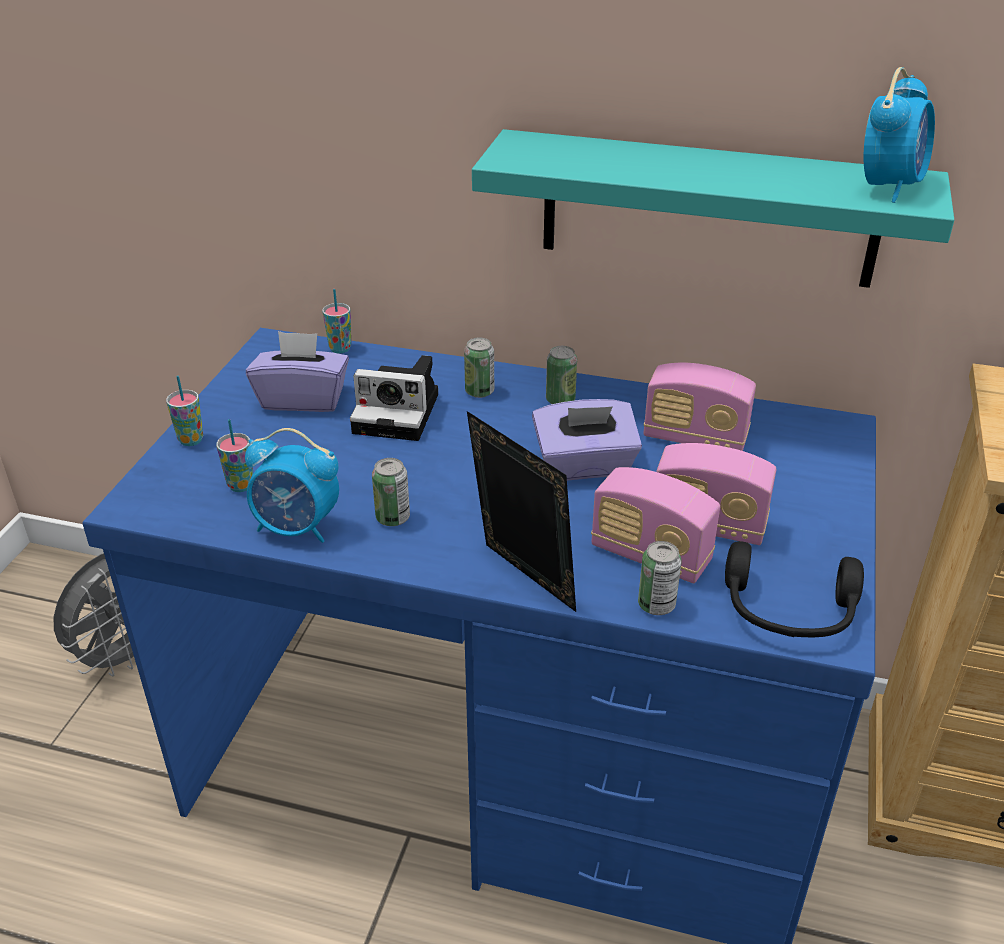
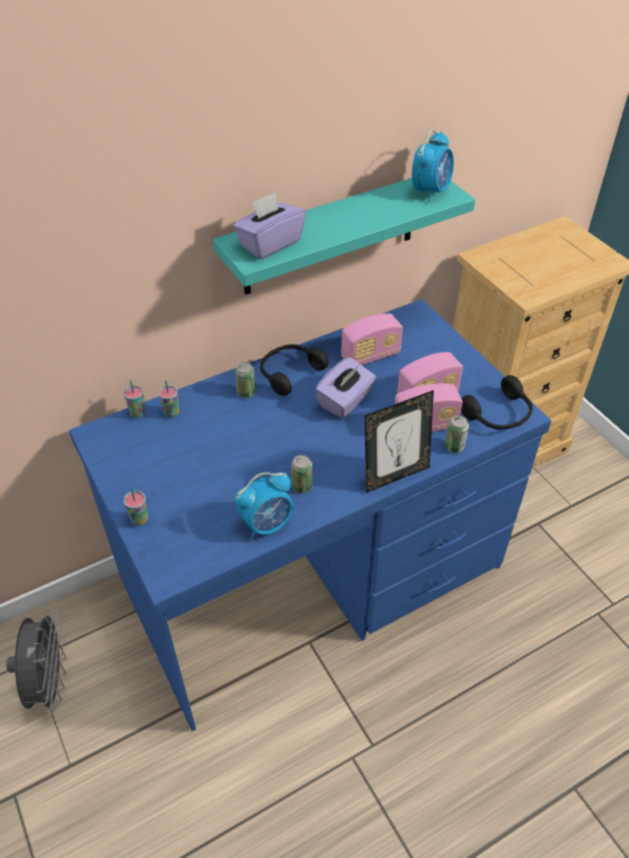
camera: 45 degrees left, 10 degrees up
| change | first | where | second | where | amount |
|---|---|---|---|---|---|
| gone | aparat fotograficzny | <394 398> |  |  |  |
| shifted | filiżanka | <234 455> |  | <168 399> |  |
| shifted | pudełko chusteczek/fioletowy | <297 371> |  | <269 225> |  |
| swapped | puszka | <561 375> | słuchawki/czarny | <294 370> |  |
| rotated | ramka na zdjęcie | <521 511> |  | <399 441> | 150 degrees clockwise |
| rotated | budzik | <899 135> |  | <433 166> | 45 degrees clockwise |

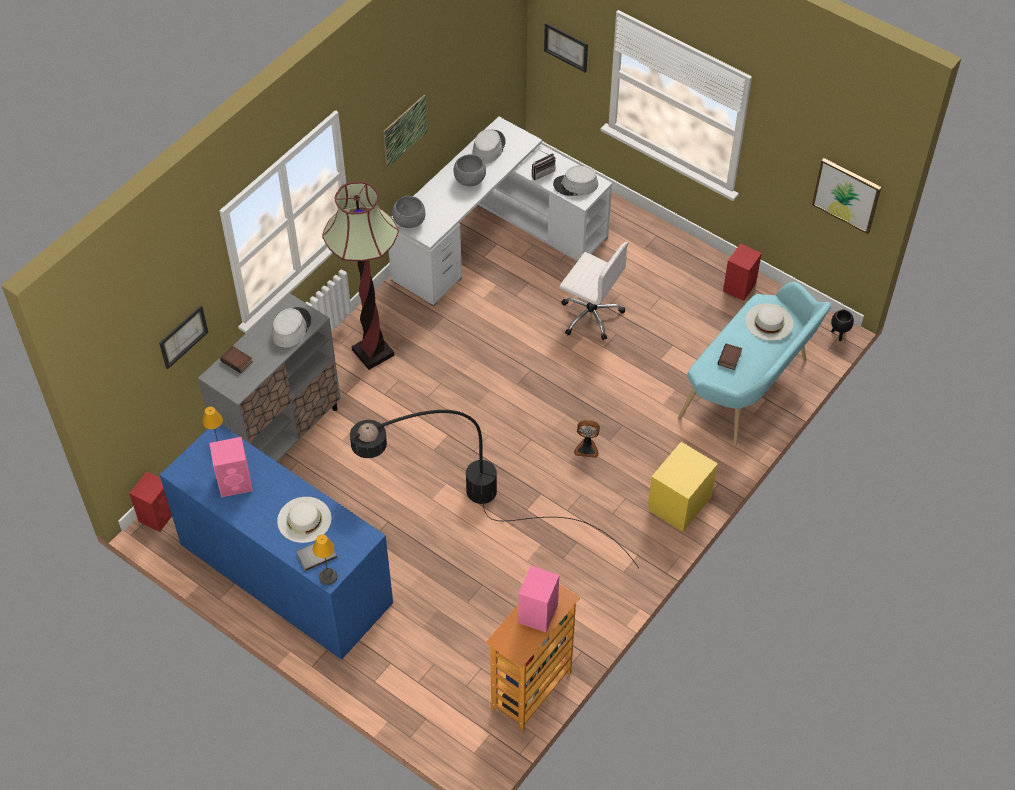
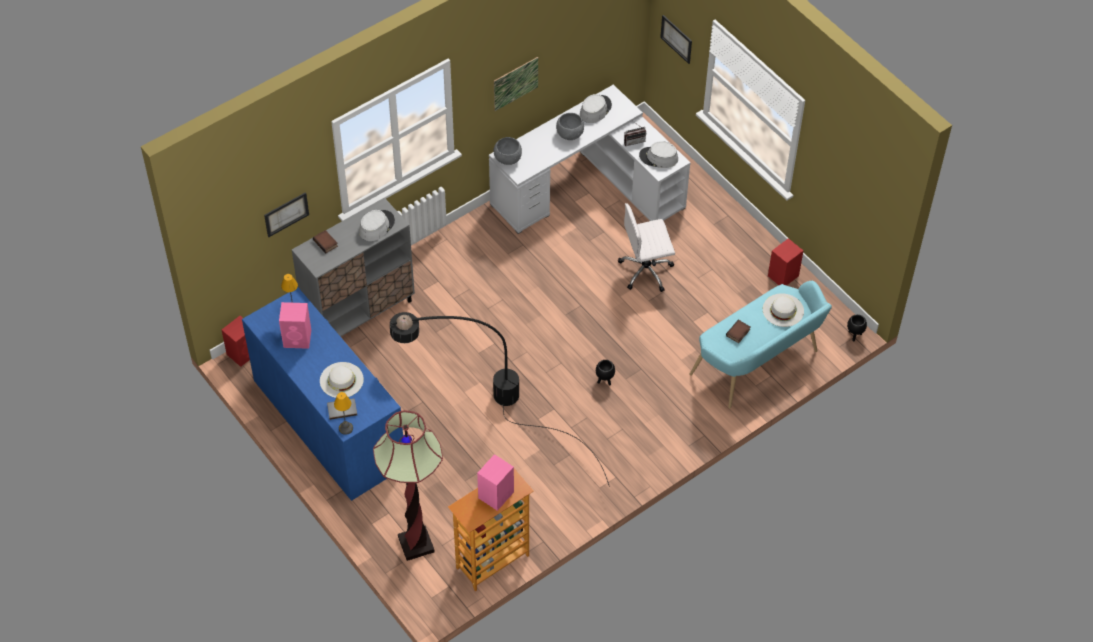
camera: 15 degrees right, 0 degrees up
| change | first | where | second | where | amount |
|---|---|---|---|---|---|
| gone | szafka nocna/żółty | <683 487> |  |  |  |
| gone | obraz | <846 196> |  |  |  |
| shifted | lampa stojąca | <360 275> |  | <408 485> |  |
| swapped | wentylator | <587 439> | donica/czarny | <605 372> |  |
| rotated | krzesło biurowe/biały | <593 291> |  | <646 247> | 120 degrees clockwise |

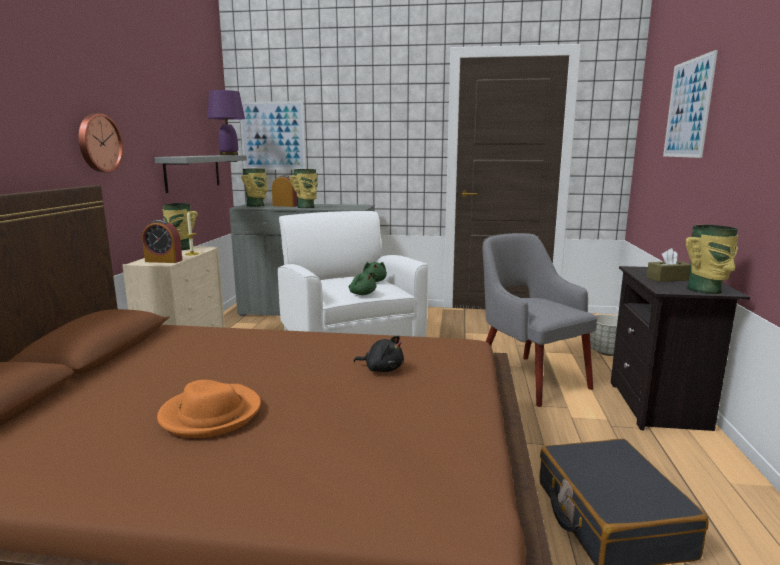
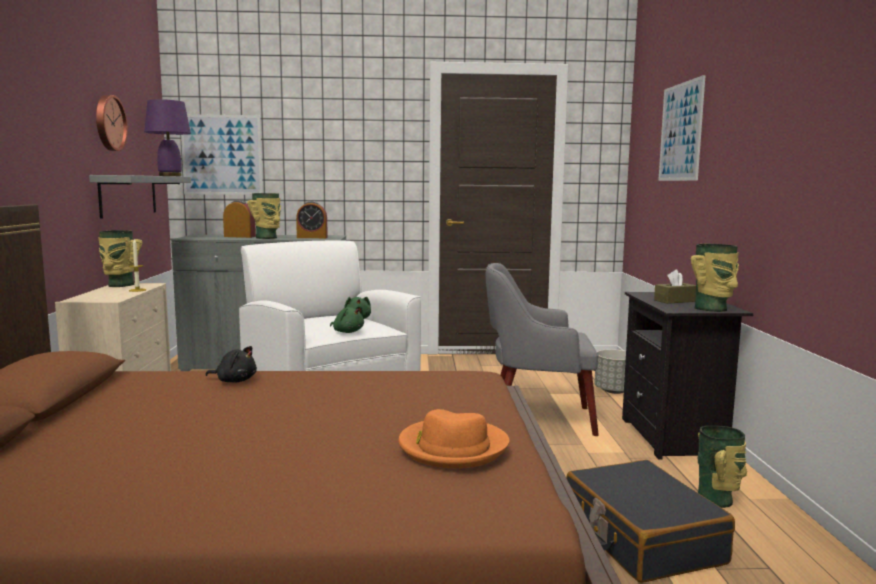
camera: 10 degrees left, 5 degrees down
| change | first | where | second | where | amount |
|---|---|---|---|---|---|
| shifted | zegar ścienny | <100 143> |  | <112 123> |  |
| shifted | budzik | <162 241> |  | <312 219> |  |
| shifted | kapelusz/pomarańczowy | <209 409> |  | <453 438> |  |
| shifted | wazon | <255 187> |  | <722 467> |  |
| shifted | pluszak/czarny | <378 354> |  | <231 364> |  |
| rotated | fotel/szary | <540 320> |  | <542 349> | 45 degrees counterclockwise |

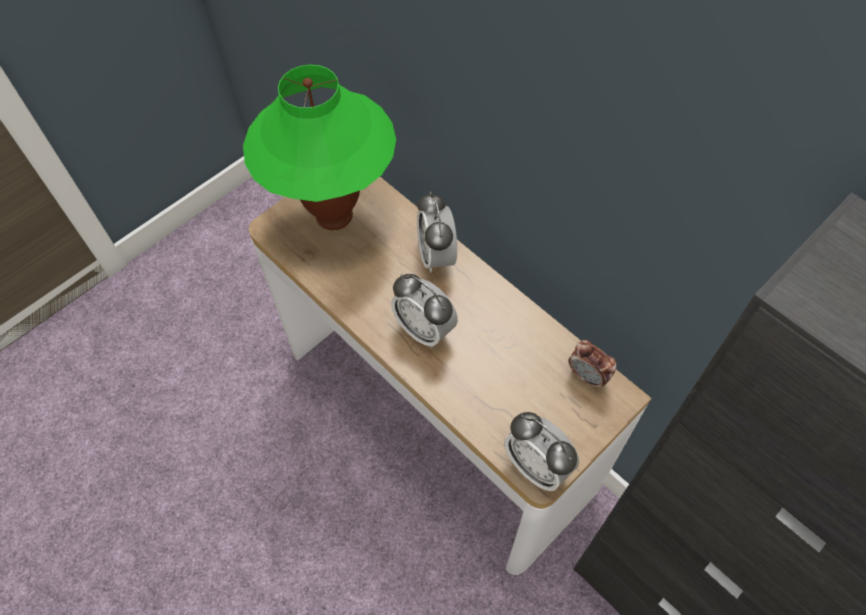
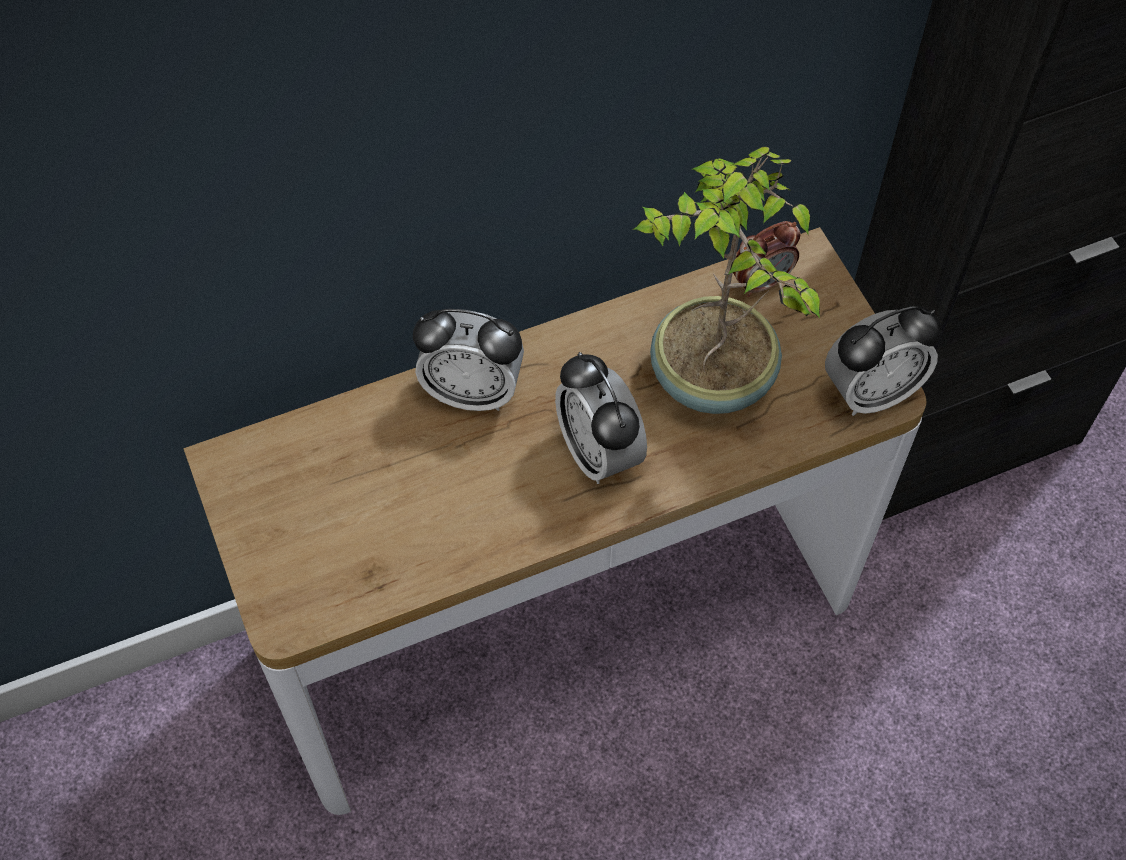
camera: 70 degrees left, 0 degrees up
| change | first | where | second | where | amount |
|---|---|---|---|---|---|
| gone | lampa stołowa/zielony | <319 147> |  |  |  |
| new |  |  | roślina doniczkowa | <727 280> |  |
| rotated | budzik | <424 311> |  | <601 418> | 90 degrees clockwise |

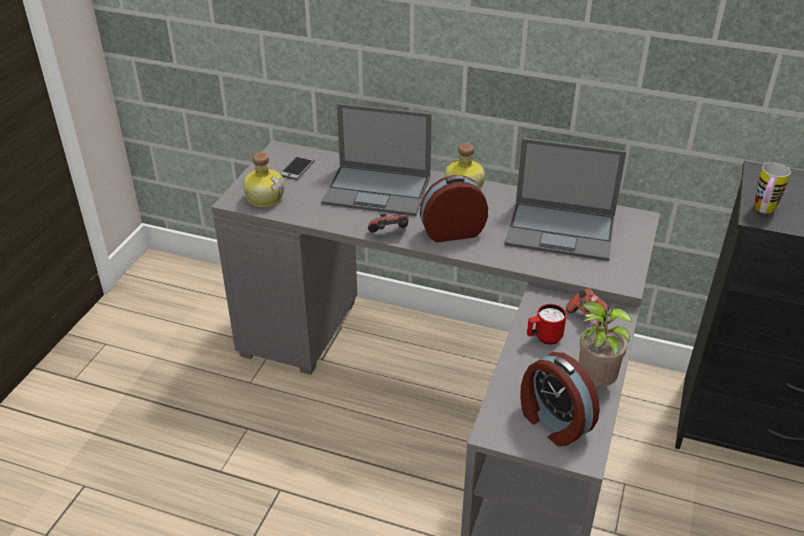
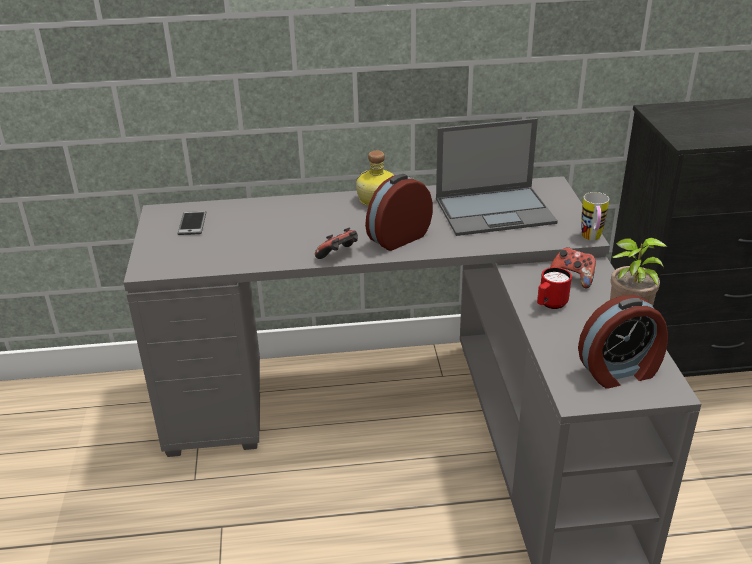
camera: 25 degrees left, 5 degrees down
| change | first | where | second | where | amount |
|---|---|---|---|---|---|
| gone | butelka | <263 180> |  |  |  |
| gone | laptop | <376 159> |  |  |  |
| shifted | kubek | <773 188> |  | <595 216> |  |
| rotated | budzik | <560 399> |  | <623 342> | 45 degrees counterclockwise |

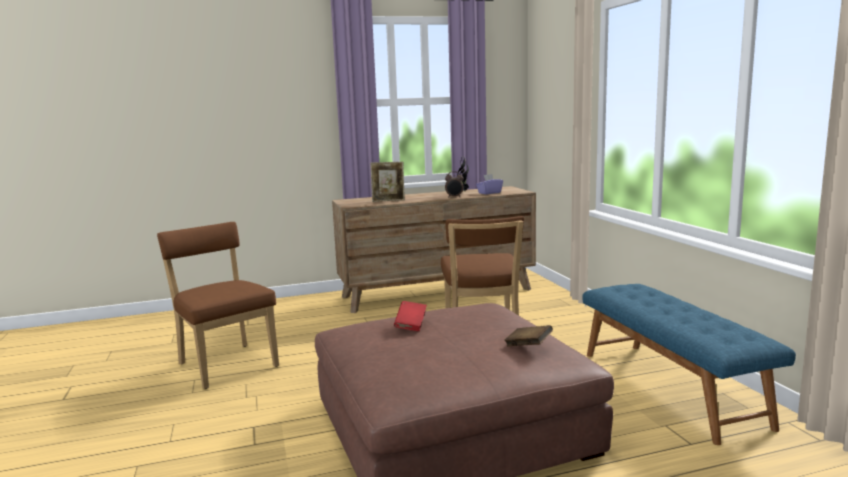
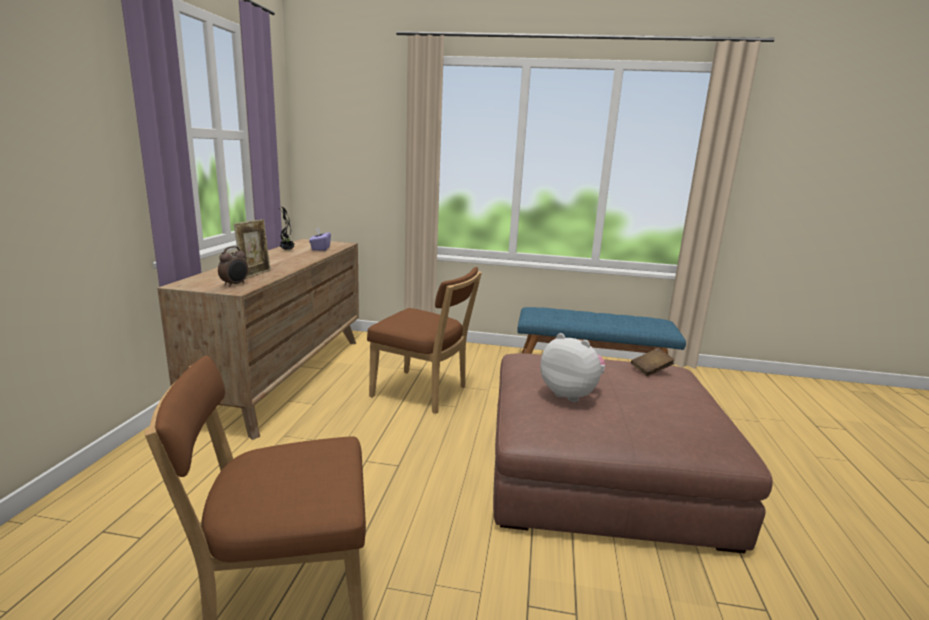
camera: 65 degrees left, 5 degrees up
| change | first | where | second | where | amount |
|---|---|---|---|---|---|
| shifted | budzik | <454 184> |  | <233 266> |  |
| swapped | książka/czerwony | <410 316> | pluszak | <573 367> |  |

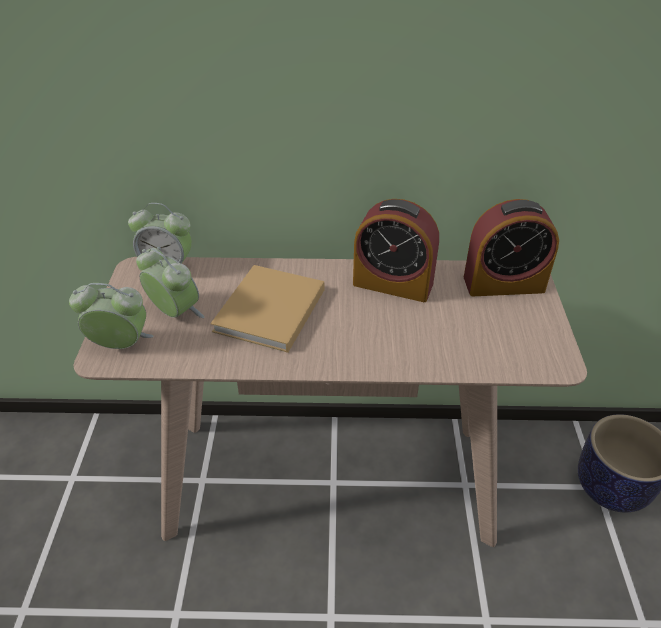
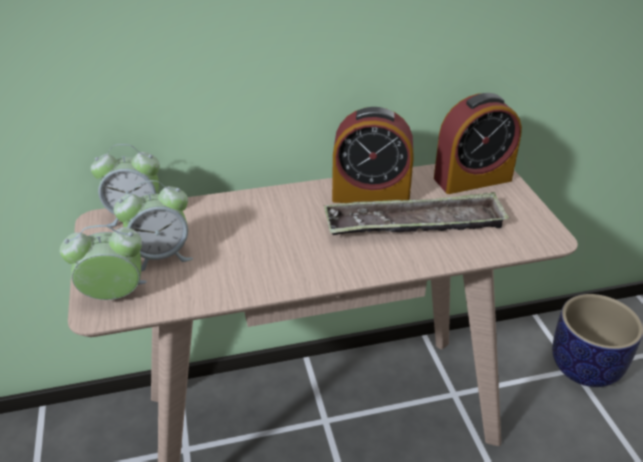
camera: 15 degrees left, 5 degrees down
| change | first | where | second | where | amount |
|---|---|---|---|---|---|
| gone | książka/beżowy | <267 309> |  |  |  |
| new |  |  | taca | <416 213> |  |
| rotated | budzik | <170 283> |  | <153 225> | 135 degrees clockwise |

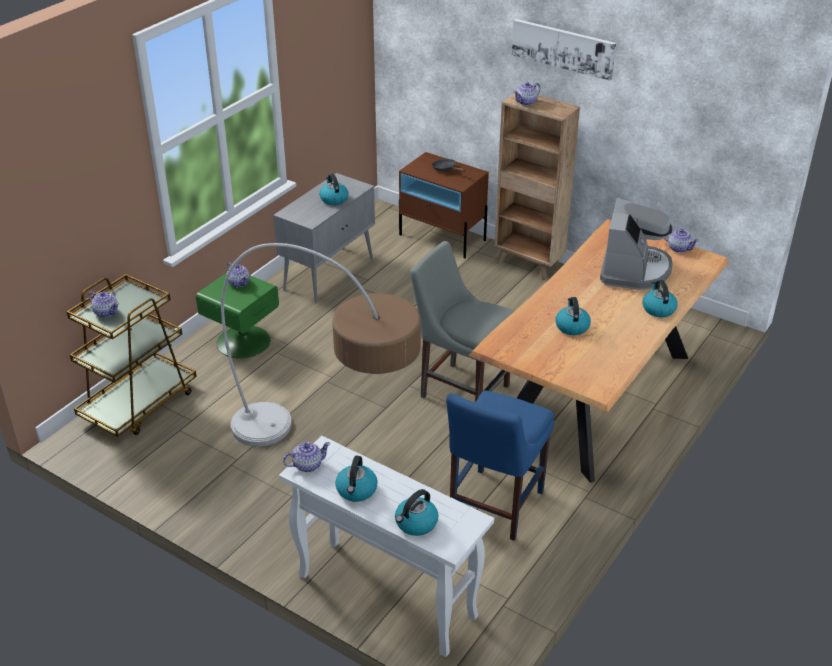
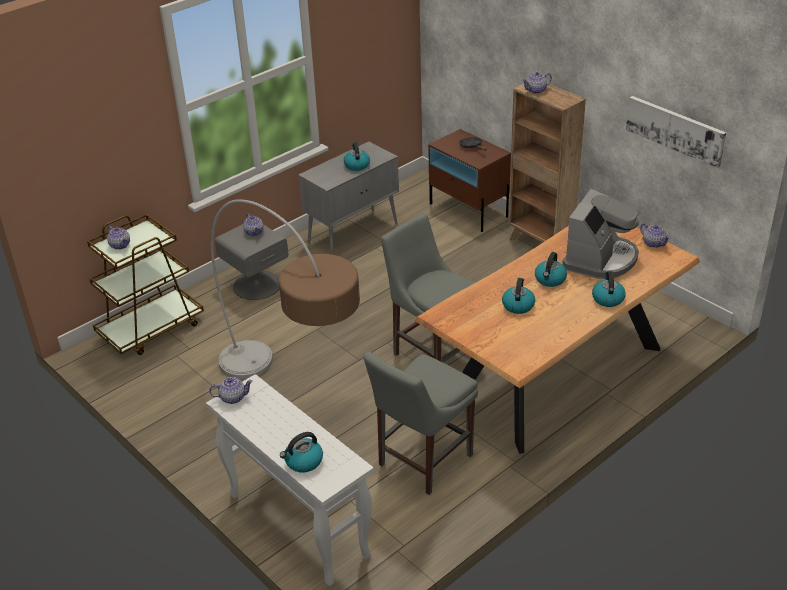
camera: 15 degrees right, 0 degrees up
| change | first | where | second | where | amount |
|---|---|---|---|---|---|
| shifted | czajnik | <356 479> |  | <551 269> |  |
| shifted | obraz | <564 50> |  | <676 132> |  |
| repainted | szafka nocna/zielony | <237 315> | szafka nocna/szary | <252 262> |  |
| repainted | krzesło/niebieski | <500 466> | krzesło/szary | <420 423> |  |

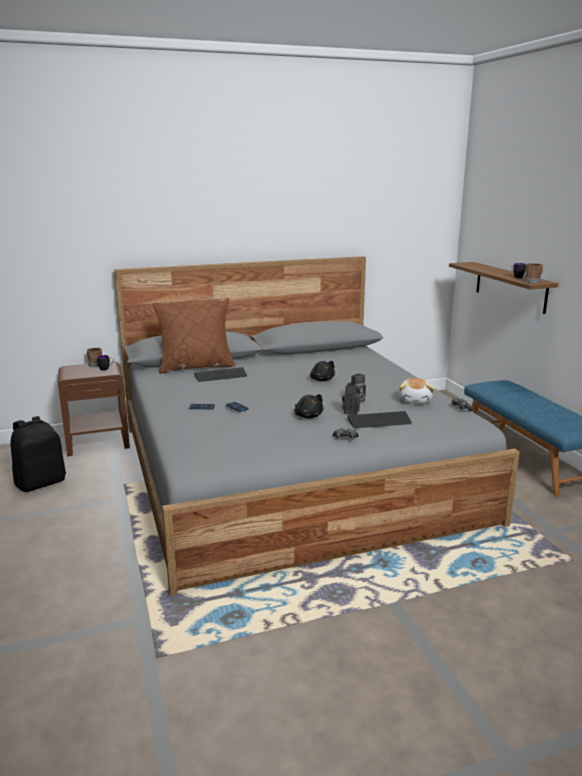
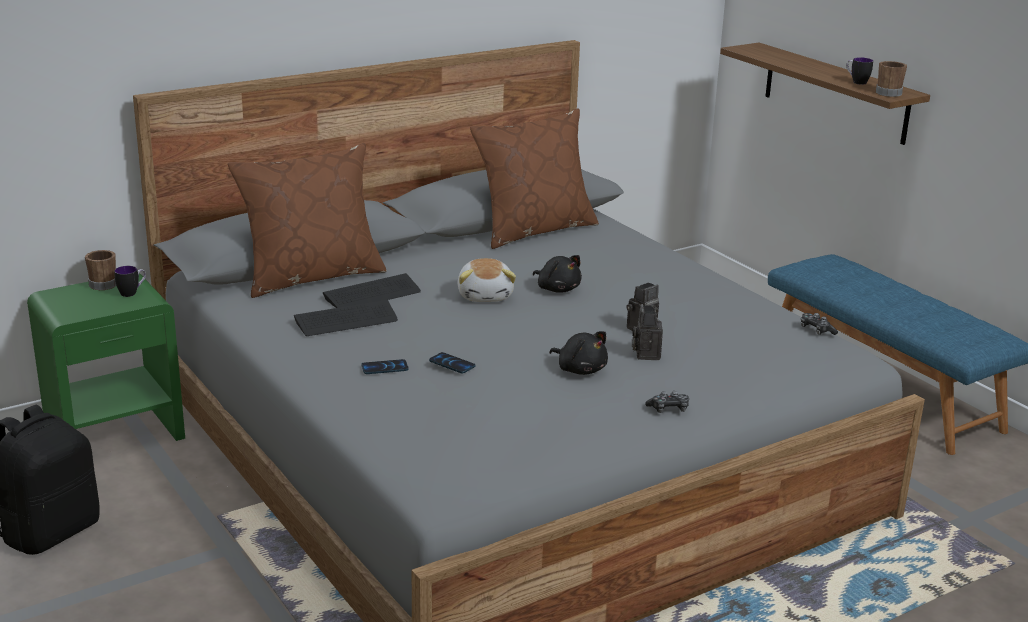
camera: 15 degrees left, 5 degrees up
| change | first | where | second | where | amount |
|---|---|---|---|---|---|
| new |  |  | poduszka/brązowy | <534 178> |  |
| shifted | klawiatura | <379 419> |  | <346 318> |  |
| shifted | pluszak | <416 391> |  | <487 280> |  |
| repainted | szafka nocna/brązowy | <94 408> | szafka nocna/zielony | <106 357> |  |

